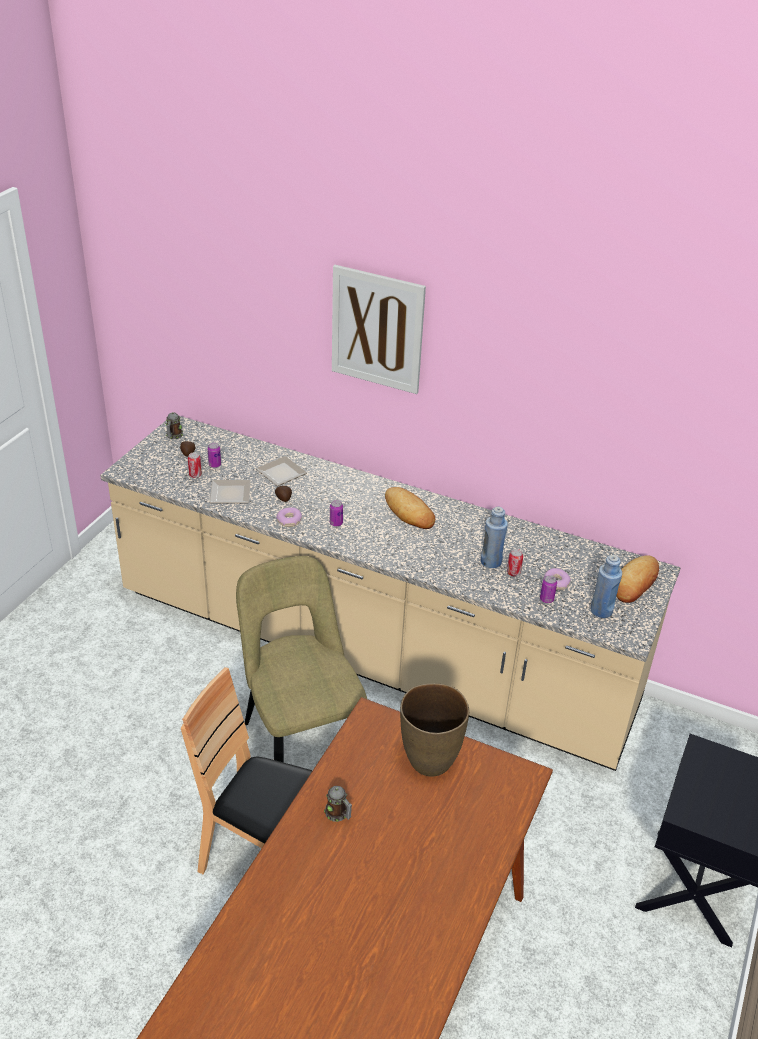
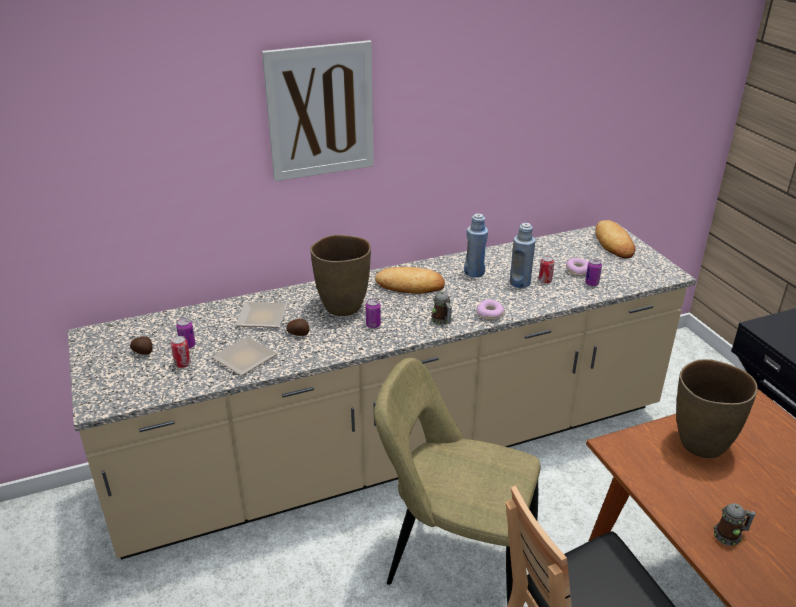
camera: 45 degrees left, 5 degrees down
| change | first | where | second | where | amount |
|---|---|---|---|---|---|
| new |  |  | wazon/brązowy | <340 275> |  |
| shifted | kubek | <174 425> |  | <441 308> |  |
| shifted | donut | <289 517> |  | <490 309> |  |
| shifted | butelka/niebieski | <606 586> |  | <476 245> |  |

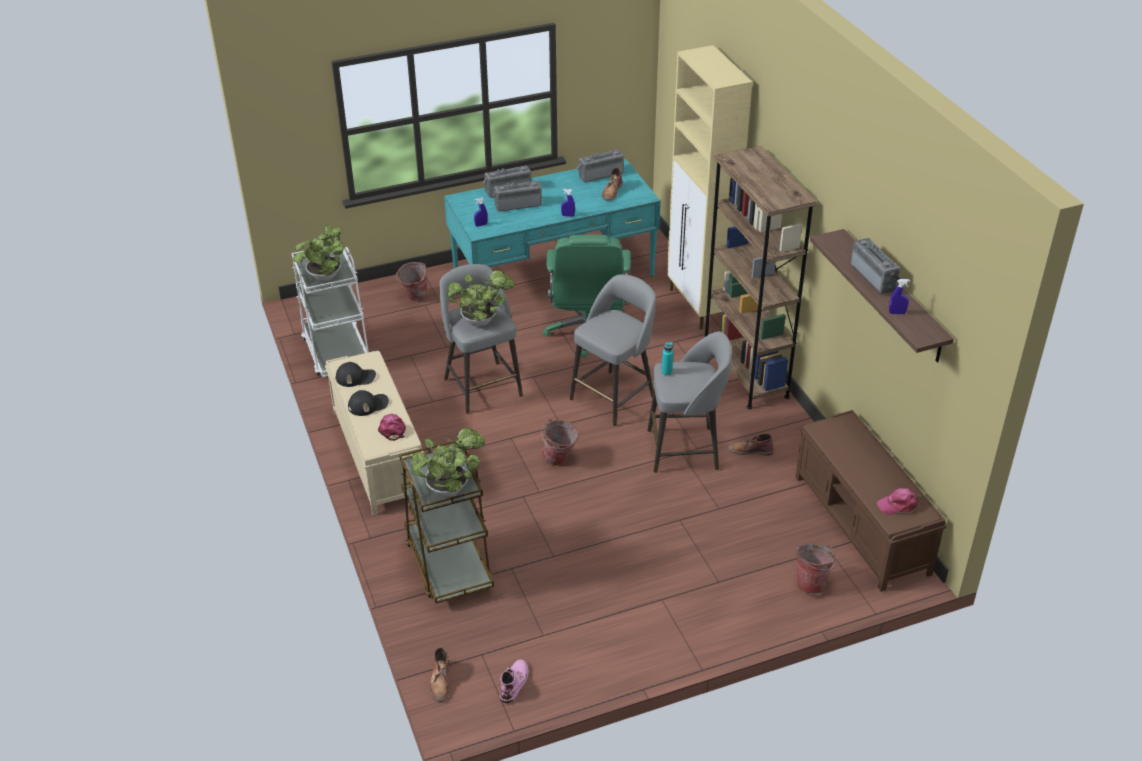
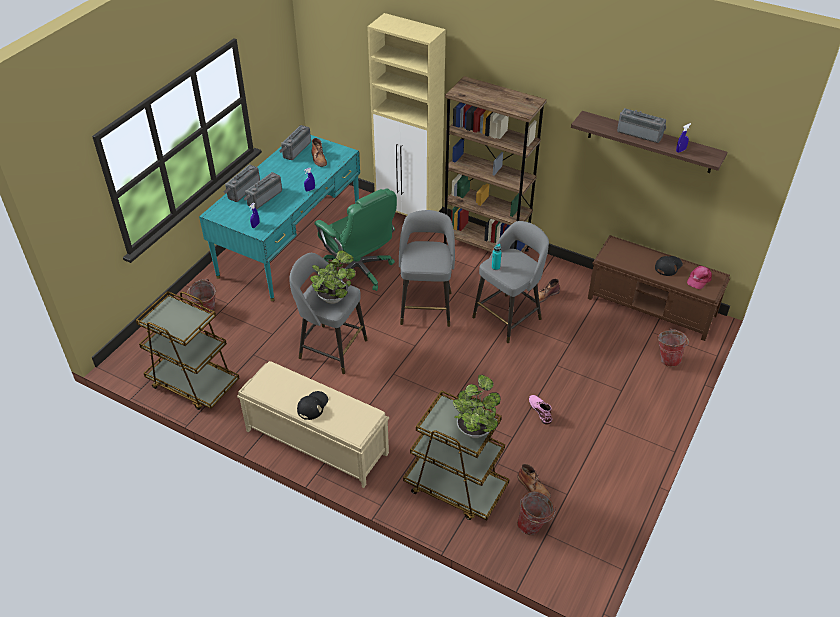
camera: 40 degrees left, 5 degrees up
| change | first | where | second | where | amount |
|---|---|---|---|---|---|
| gone | roślina doniczkowa | <318 253> |  |  |  |
| gone | czapka z daszkiem/różowy | <392 427> |  |  |  |
| shifted | czapka z daszkiem/czarny | <356 374> |  | <669 266> |  |
| shifted | but z cholewką/brązowy | <440 674> |  | <534 481> |  |
| shifted | but z cholewką/różowy | <514 681> |  | <540 410> |  |
| shifted | wiadro | <560 442> |  | <536 513> |  |
| repainted | wózek/biały | <330 312> | wózek/brązowy | <187 350> |  |

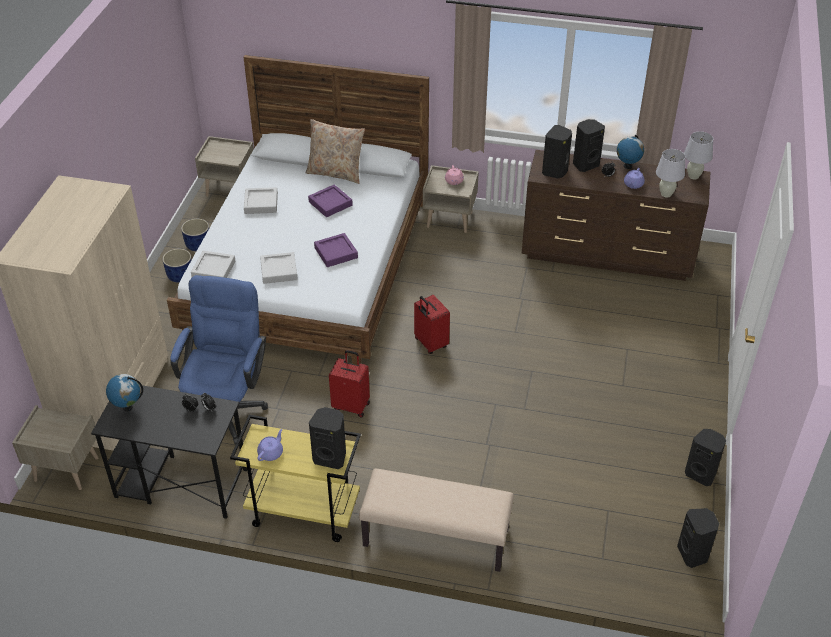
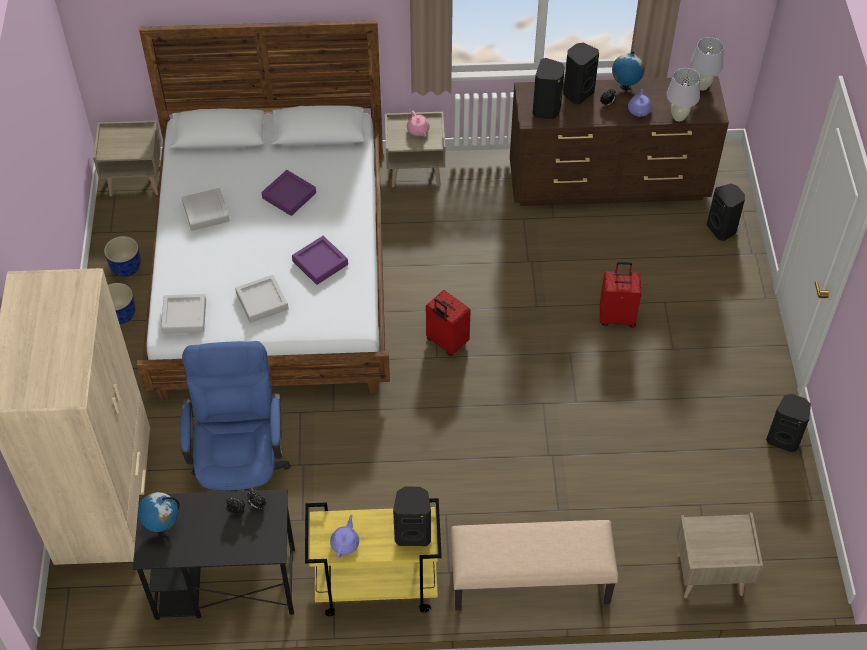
camera: 15 degrees left, 10 degrees up
| change | first | where | second | where | amount |
|---|---|---|---|---|---|
| gone | poduszka/beżowy | <335 151> |  |  |  |
| shifted | szafka nocna/beżowy | <55 447> |  | <719 555> |  |
| shifted | walizka/czerwony | <349 384> |  | <620 295> |  |
| shifted | głośnik/czarny | <698 538> |  | <726 212> |  |

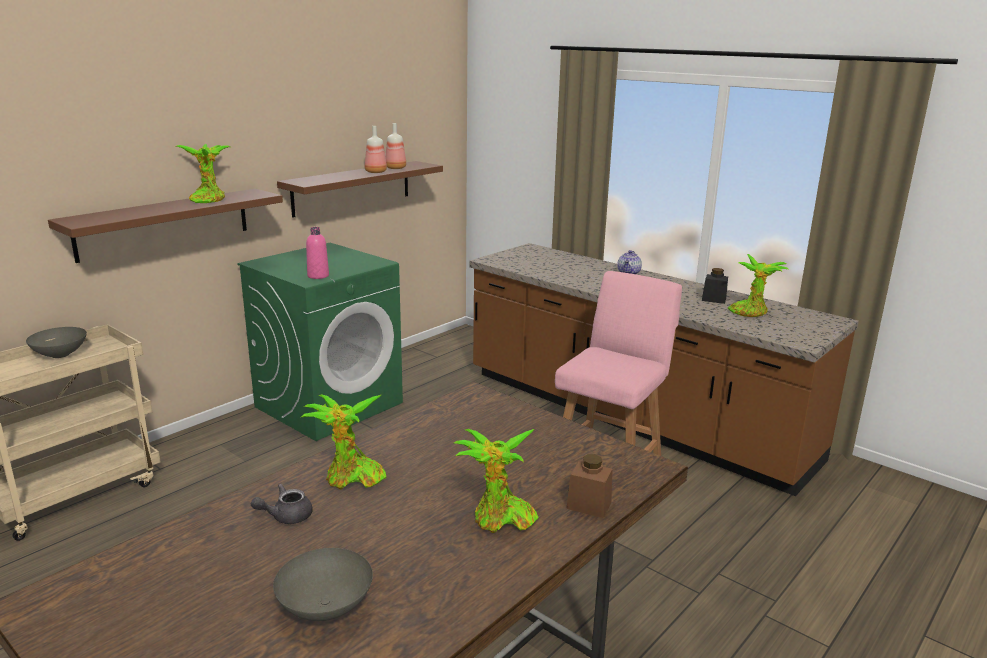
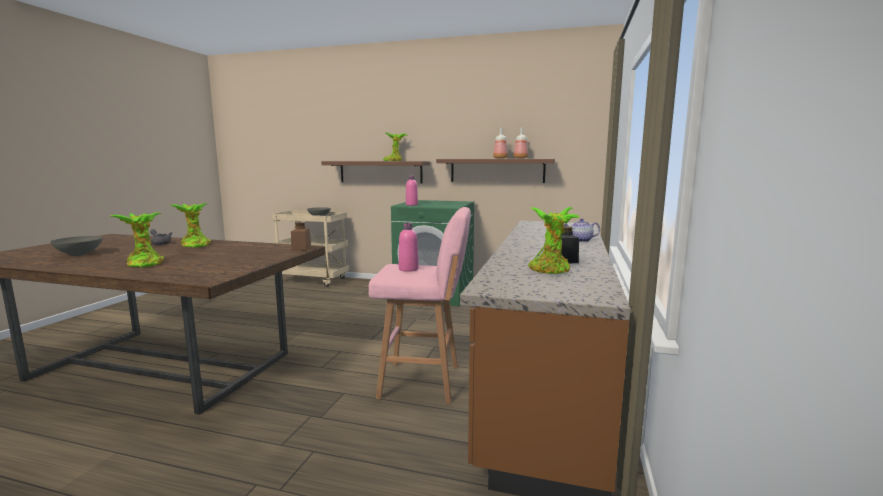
camera: 65 degrees right, 10 degrees down
| change | first | where | second | where | amount |
|---|---|---|---|---|---|
| new |  |  | butelka/różowy | <409 247> |  |
| shifted | słoik/brązowy | <589 486> |  | <301 236> |  |

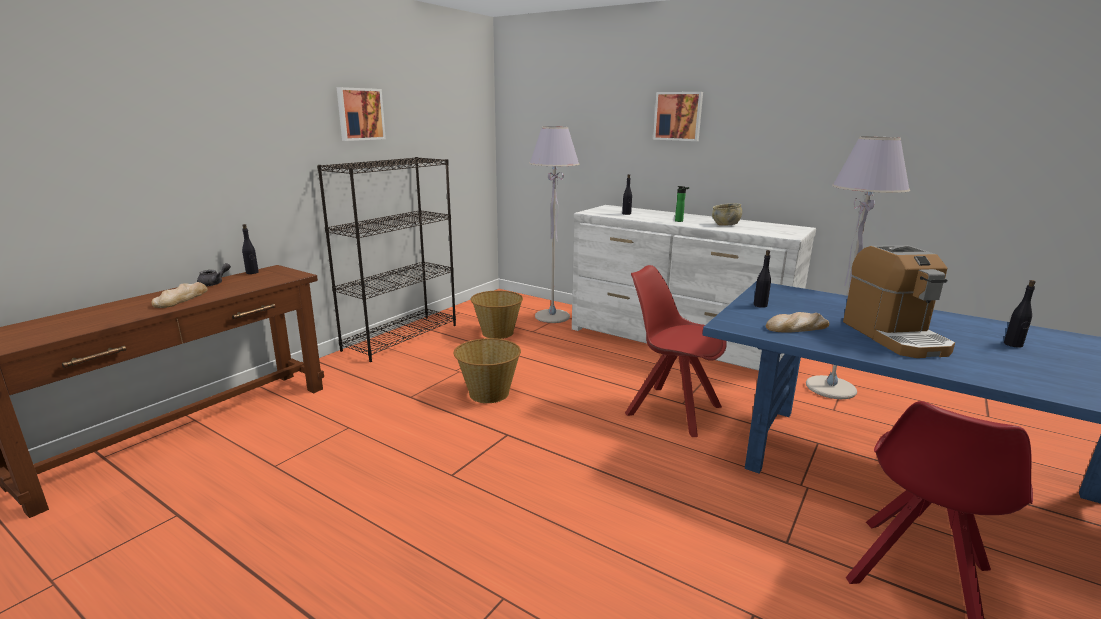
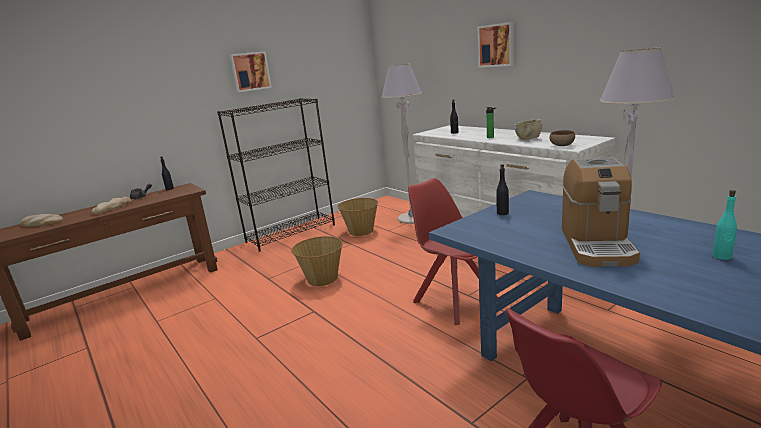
camera: 20 degrees right, 0 degrees up
| change | first | where | second | where | amount |
|---|---|---|---|---|---|
| new |  |  | miska/brązowy | <562 138> |  |
| shifted | chleb | <797 322> |  | <41 220> |  |
| repainted | butelka/czarny | <1020 314> | butelka/turkusowy | <724 225> |  |

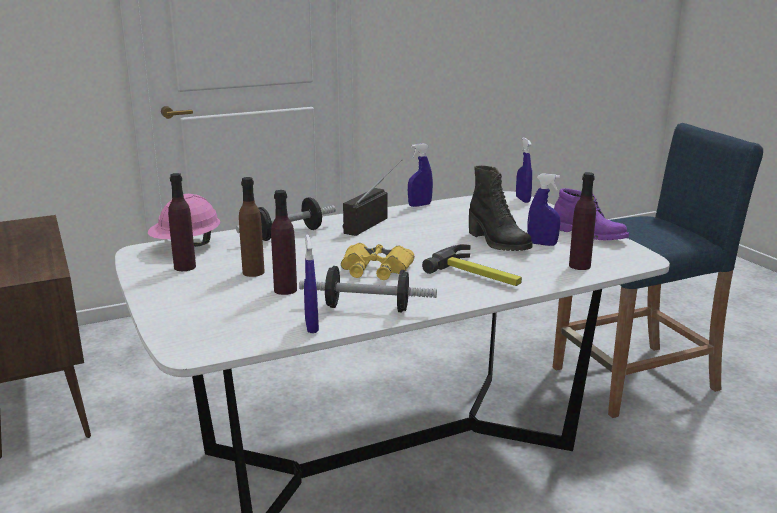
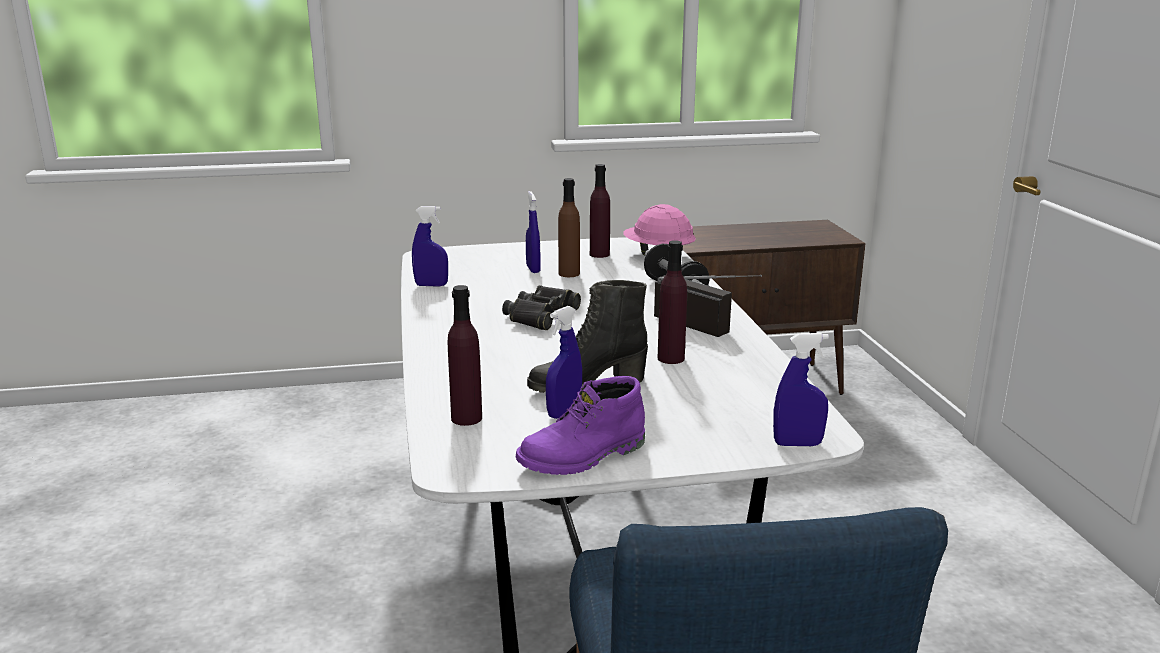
camera: 105 degrees right, 0 degrees up
| change | first | where | second | where | amount |
|---|---|---|---|---|---|
| gone | hantel | <368 289> |  |  |  |
| gone | młotek | <472 265> |  |  |  |
| shifted | butelka/fioletowy | <284 242> |  | <672 302> |  |
| shifted | spryskiwacz/niebieski | <420 175> |  | <533 232> |  |
| repainted | lornetka/żółty | <377 261> | lornetka/czarny | <541 307> |  |

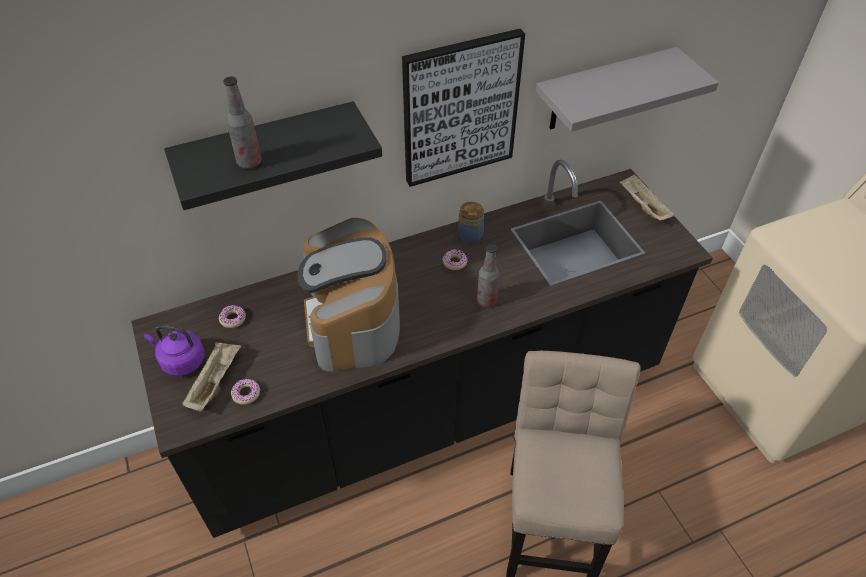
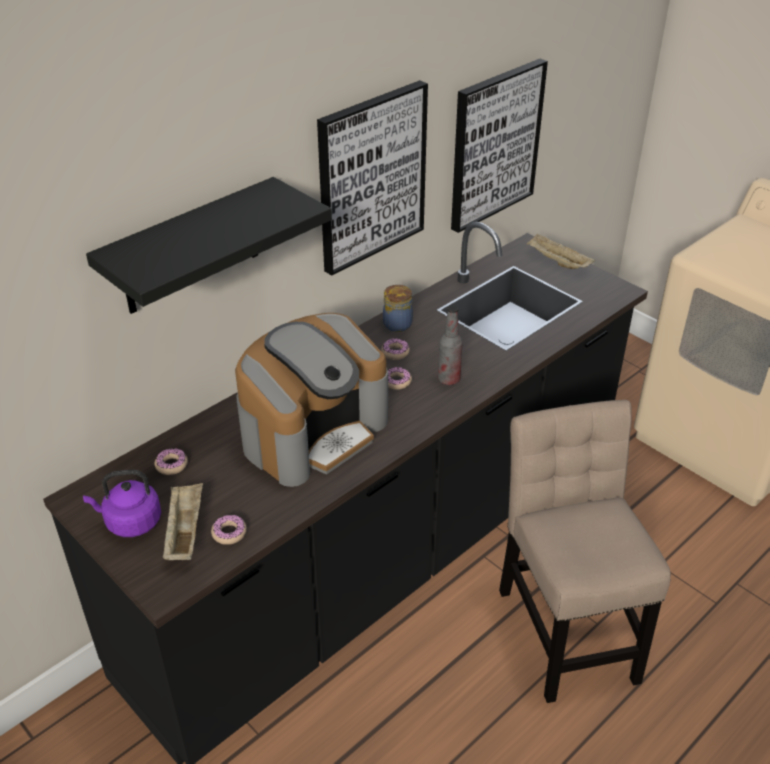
camera: 20 degrees left, 10 degrees down
| change | first | where | second | where | amount |
|---|---|---|---|---|---|
| gone | butelka | <242 123> |  |  |  |
| new |  |  | donut | <400 378> |  |
| swapped | półka/szary | <627 89> | obraz | <499 146> |  |
| rotated | ekspres do kawy | <348 295> |  | <311 400> | 105 degrees counterclockwise |

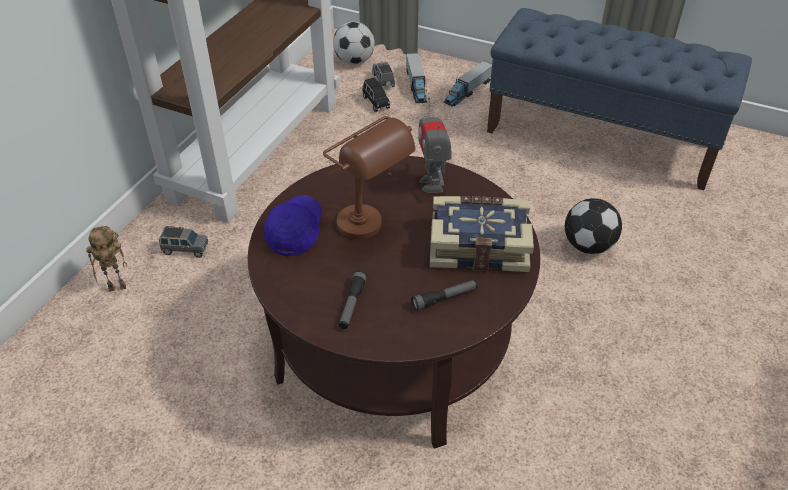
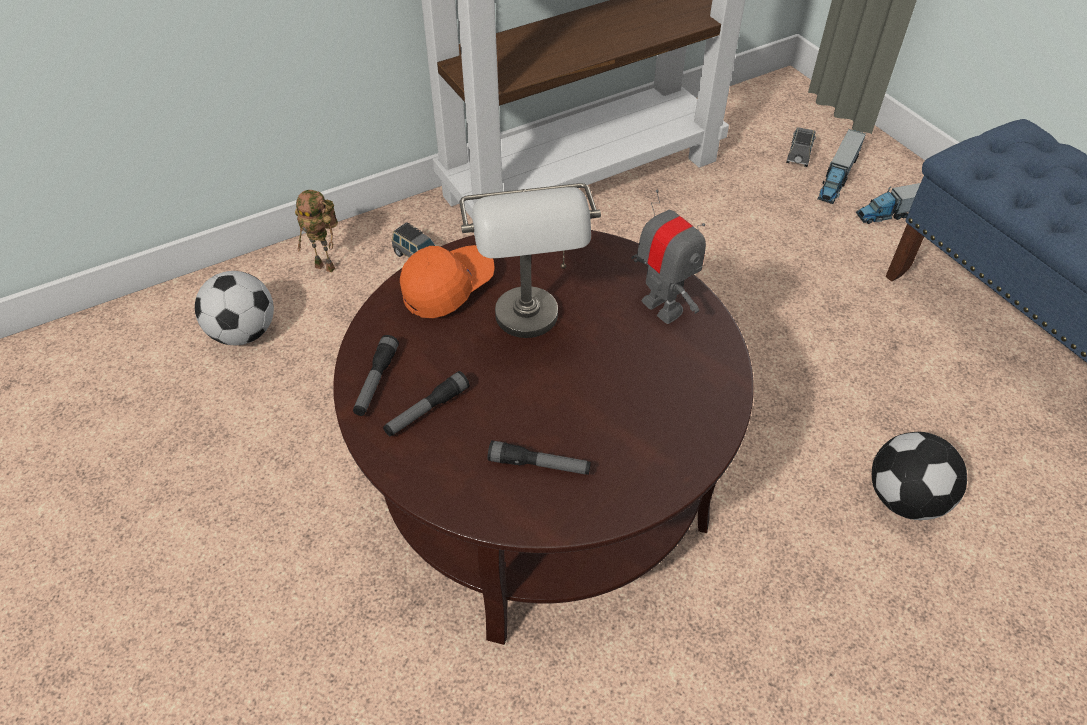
camera: 35 degrees right, 5 degrees up
| change | first | where | second | where | amount |
|---|---|---|---|---|---|
| gone | samochodzik/czarny | <376 95> |  |  |  |
| gone | książka | <482 234> |  |  |  |
| new |  |  | latarka | <376 375> |  |
| shifted | piłka futbolowa | <354 43> |  | <234 308> |  |
| repainted | czapka z daszkiem/niebieski | <293 225> | czapka z daszkiem/pomarańczowy | <447 281> |  |
| repainted | lampa stołowa/brązowy | <369 177> | lampa stołowa/szary | <530 260> |  |
| rotated | robot zabawkowy | <435 145> |  | <668 257> | 120 degrees clockwise |

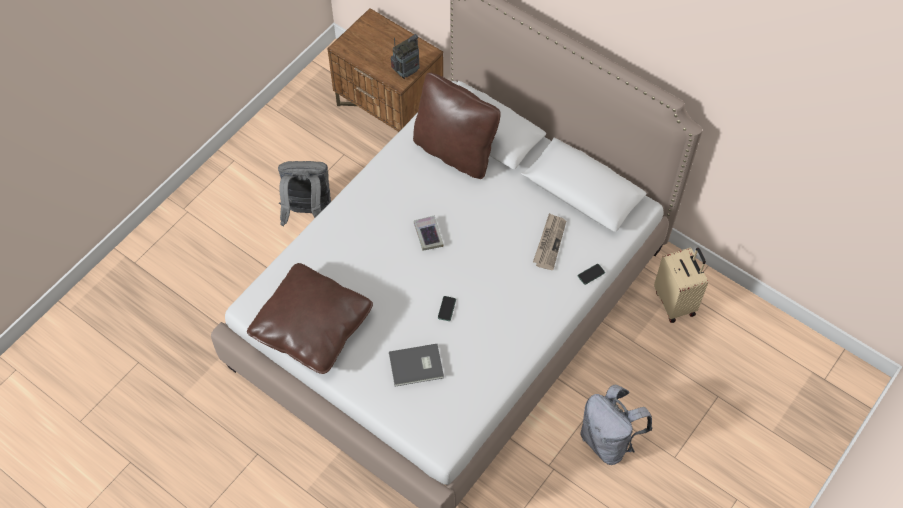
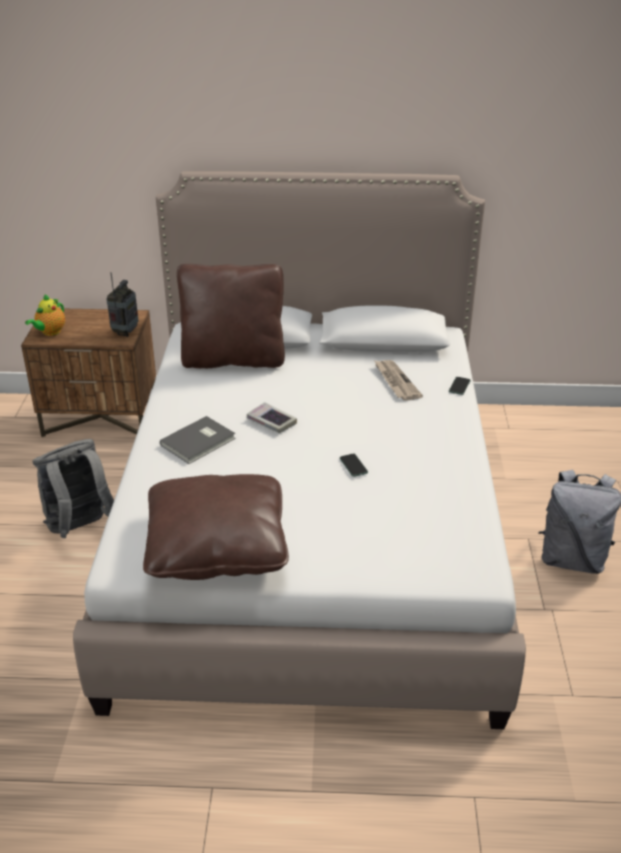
camera: 35 degrees left, 25 degrees down
| change | first | where | second | where | amount |
|---|---|---|---|---|---|
| gone | walizka/beżowy | <681 285> |  |  |  |
| new |  |  | imbryk | <45 315> |  |
| shifted | książka/szary | <416 365> |  | <198 440> |  |

